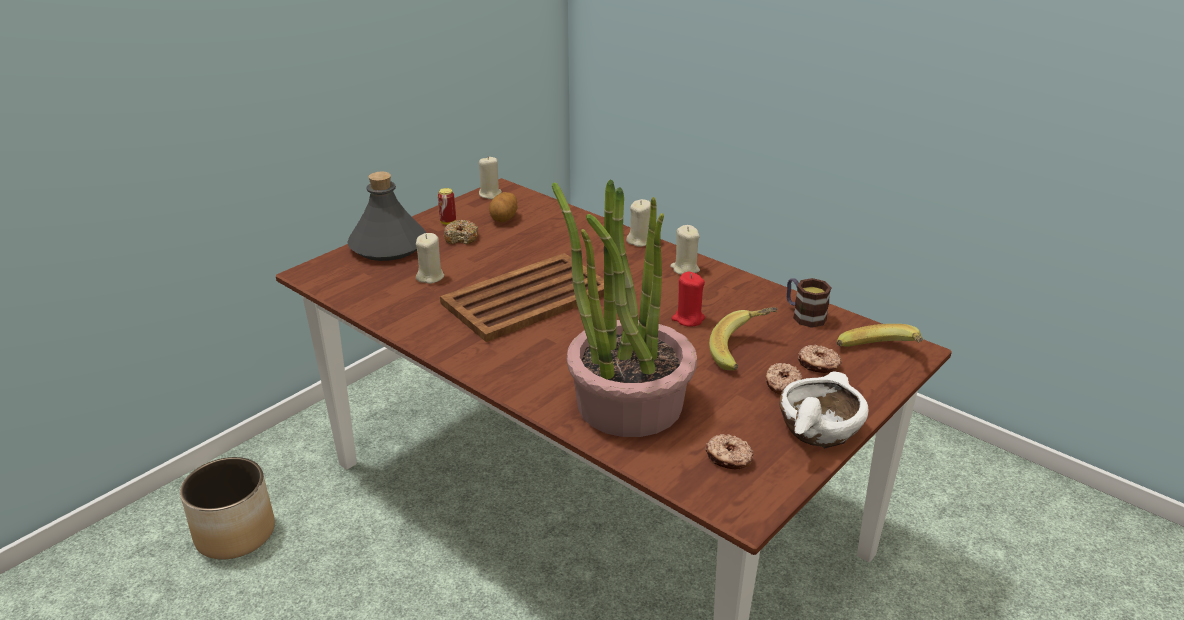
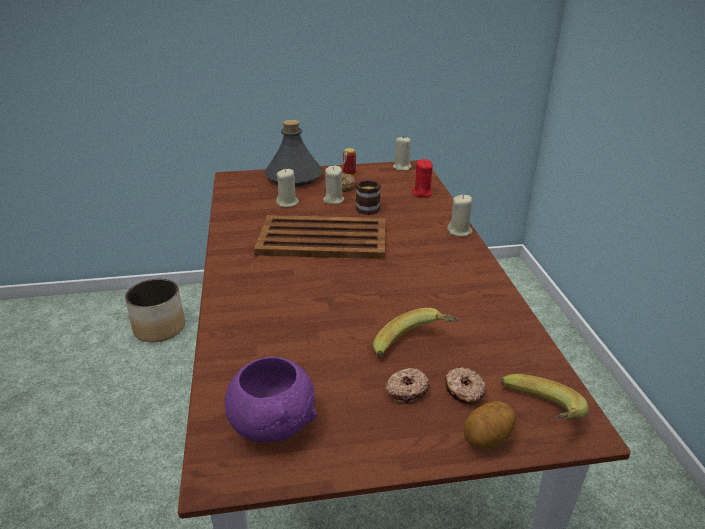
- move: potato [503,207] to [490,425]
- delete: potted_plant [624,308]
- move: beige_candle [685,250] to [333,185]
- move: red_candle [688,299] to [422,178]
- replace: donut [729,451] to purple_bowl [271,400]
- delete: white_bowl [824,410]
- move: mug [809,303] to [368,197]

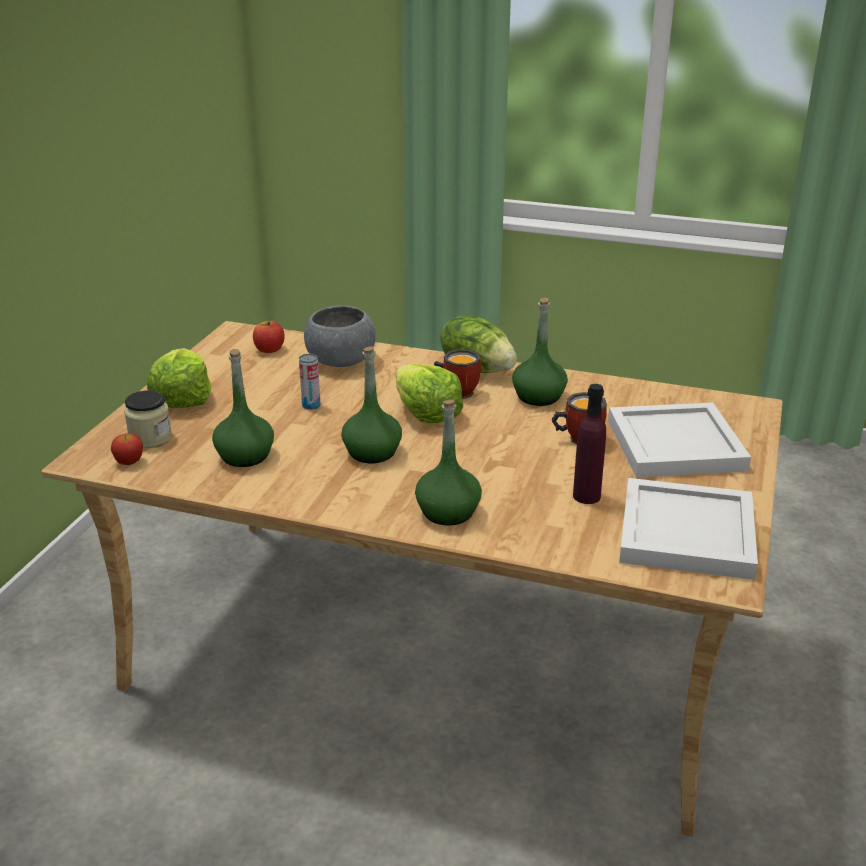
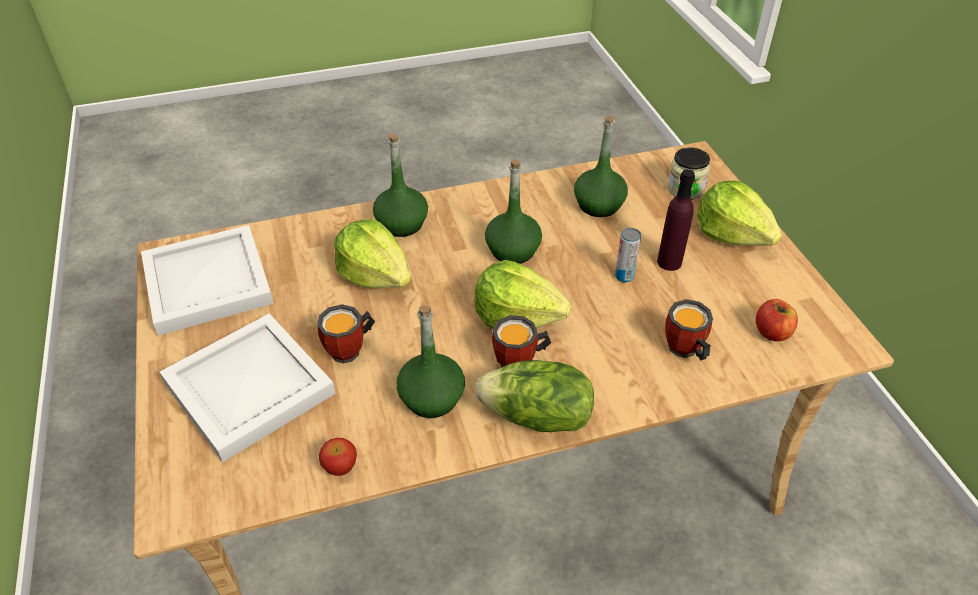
- move: apple [127,449] to [338,457]
- replace: grey_bowl [340,336] to mug [689,330]
- move: purple_bottle [589,444] to [676,220]
- insert: lettuce [372,254]

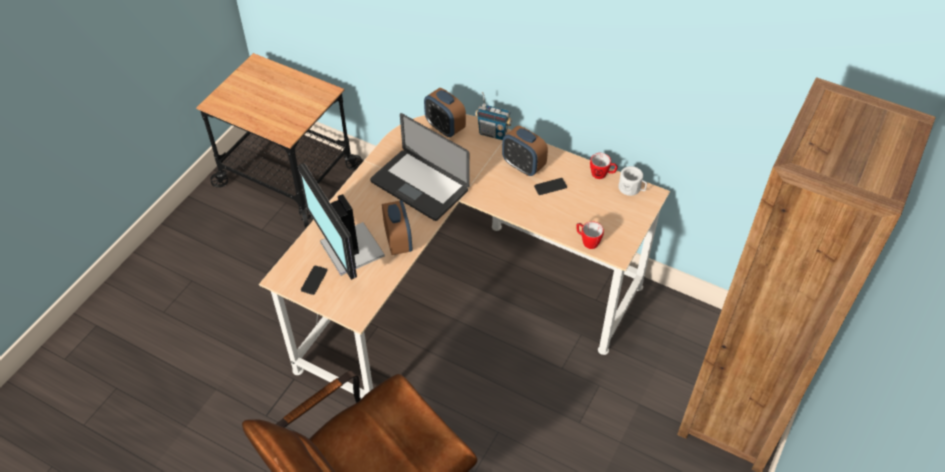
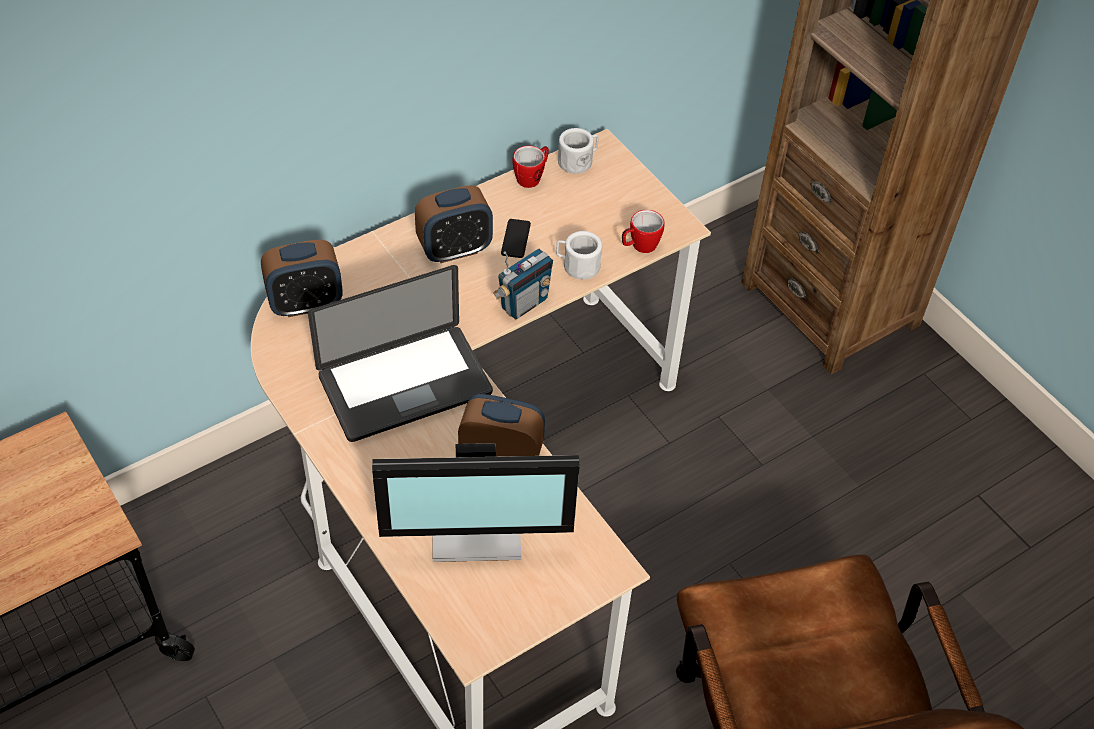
- delete: phone [314,280]
- move: radio [493,116] to [523,284]
- insert: white_mug [579,255]

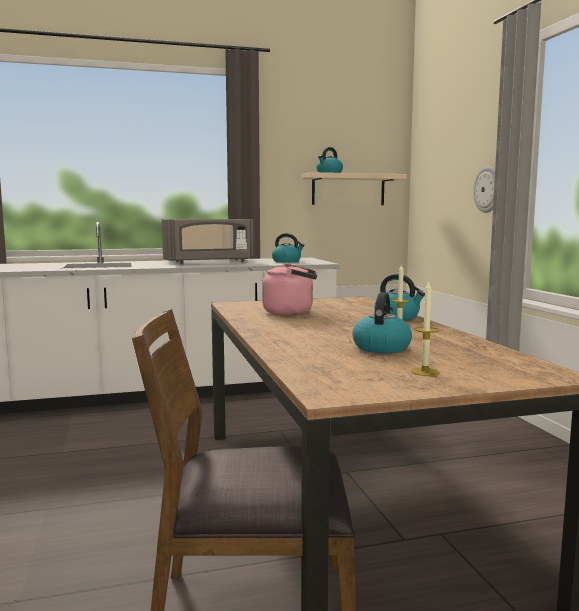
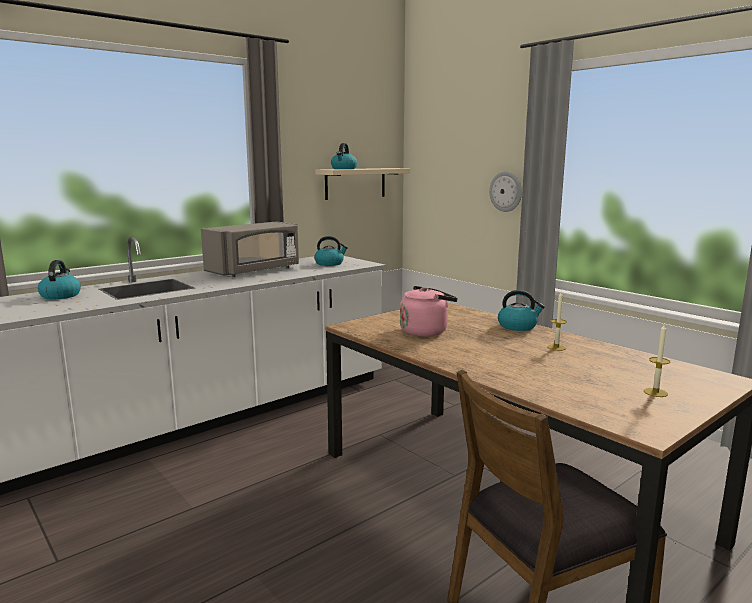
- move: kettle [382,322] to [59,279]

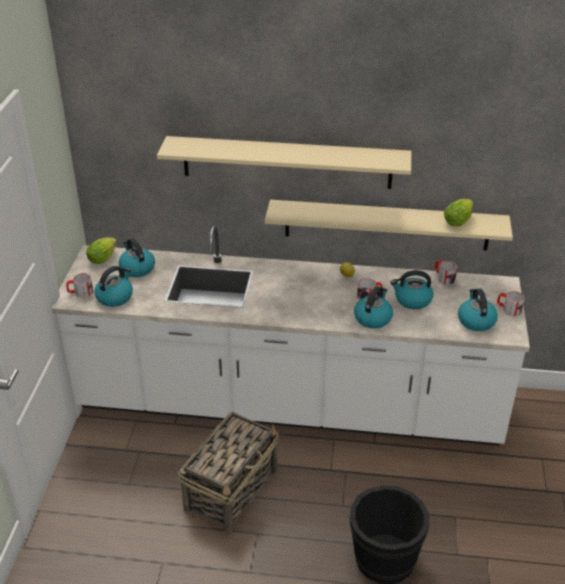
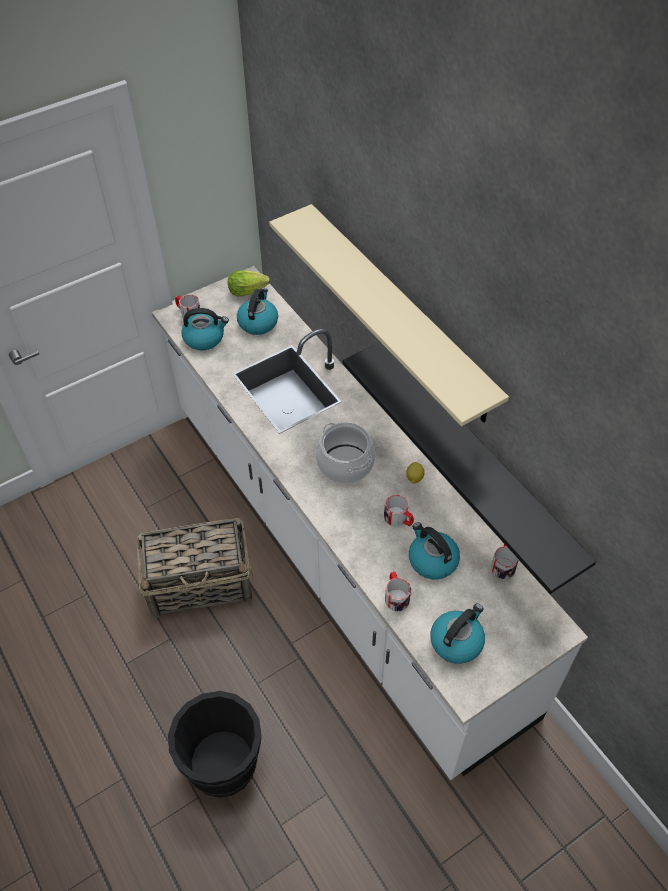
- recolor: beige_shelf [389,225] to black_shelf [469,468]
- delete: kettle [373,307]
- delete: lettuce [458,212]
- move: mug [511,304] to [398,591]
- insert: cooking_pot [345,453]

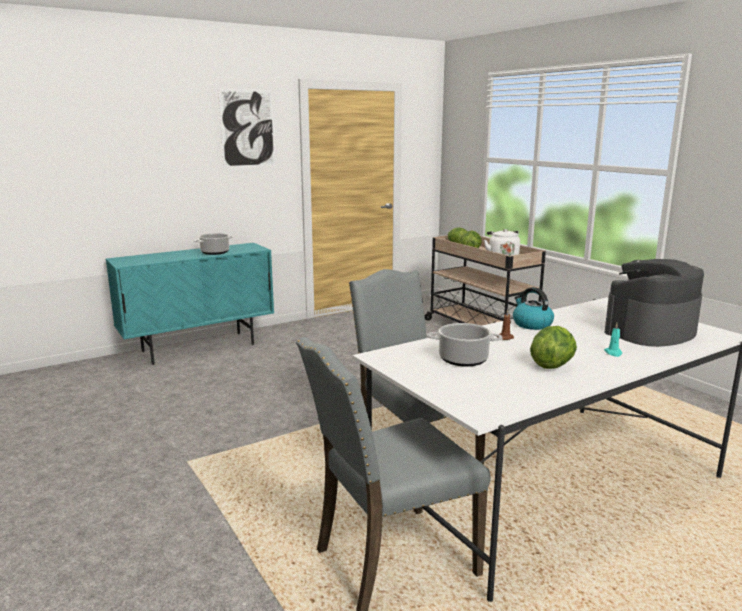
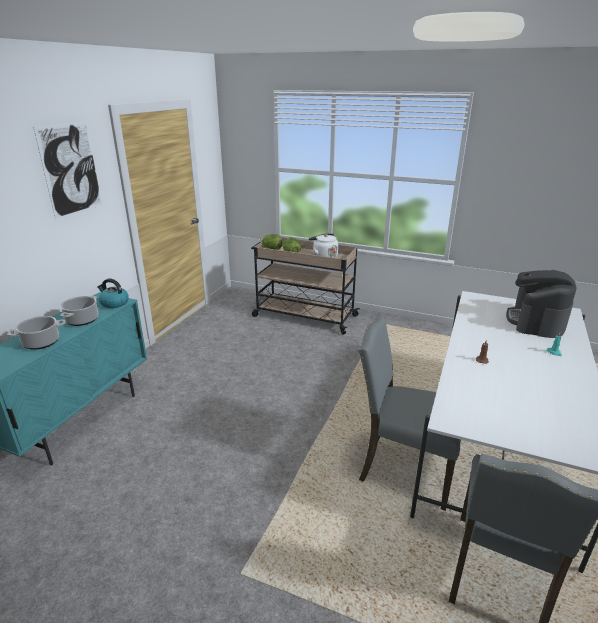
- move: cooking_pot [465,345] to [36,333]
- move: kettle [533,308] to [113,293]
- delete: lettuce [553,347]

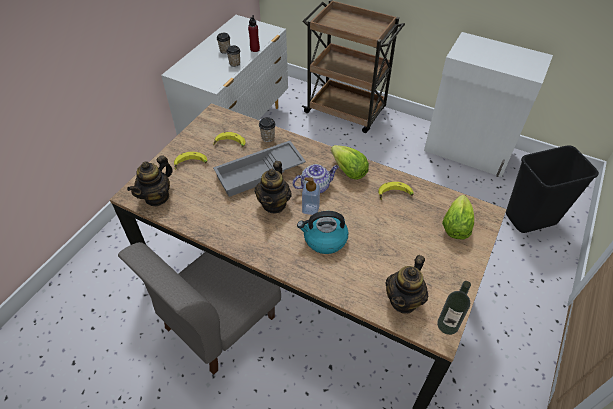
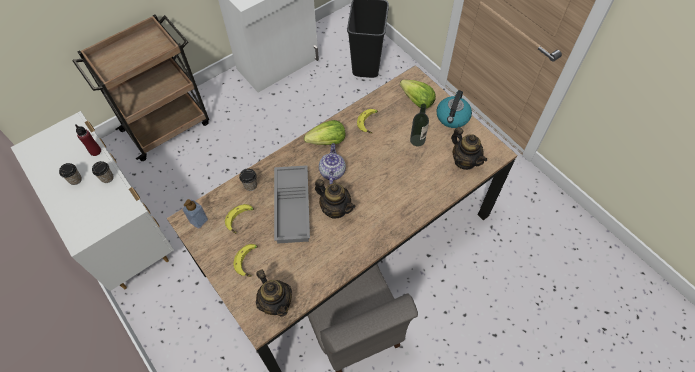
- move: kettle [322,232] to [454,109]
- move: soap_dispenser [311,196] to [195,213]
- move: bottle [454,308] to [419,125]

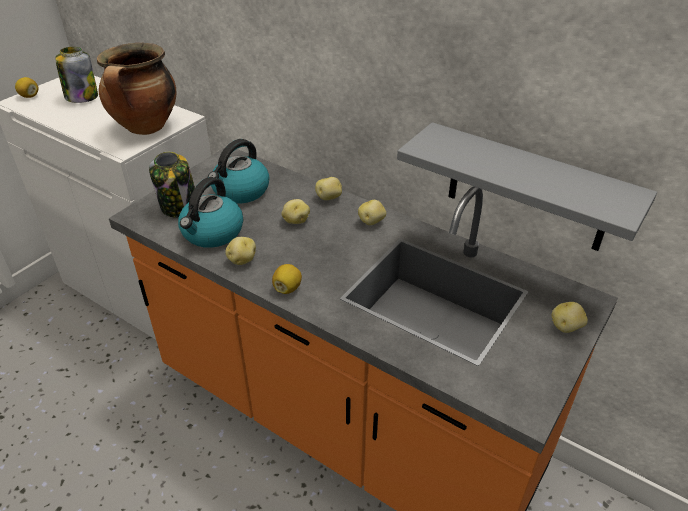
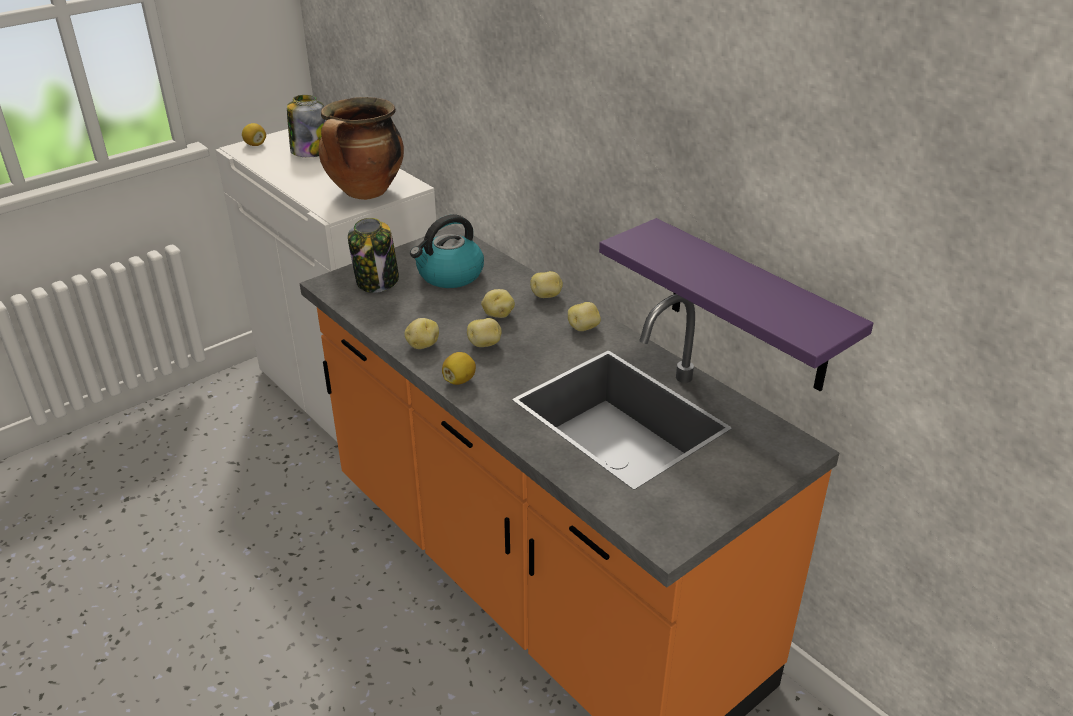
- delete: kettle [210,212]
- recolor: grey_shelf [527,186] to purple_shelf [736,304]
- move: potato [570,317] to [484,332]

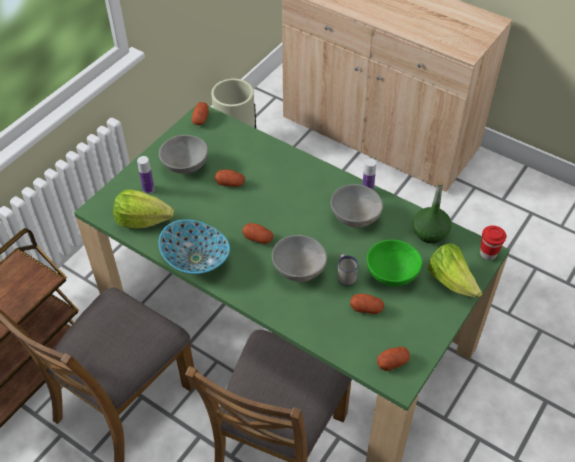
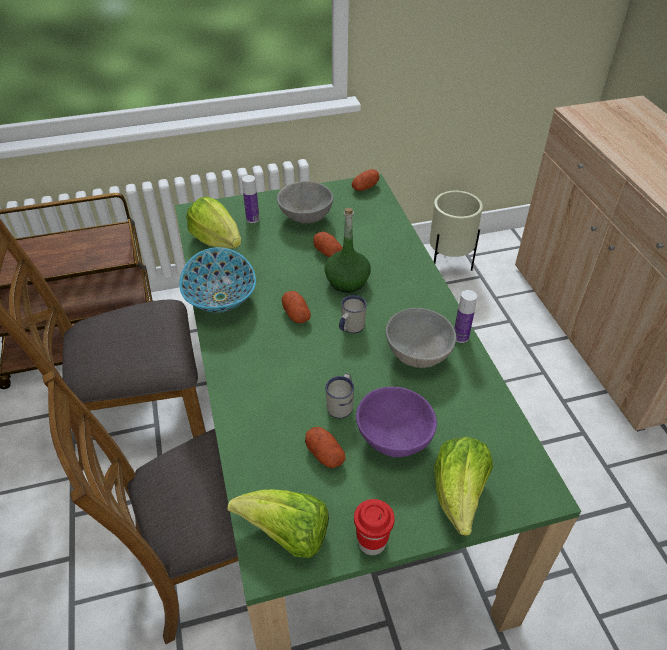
- delete: grey_bowl [299,258]
- recolor: green_bowl [394,263] to purple_bowl [396,422]
- replace: potato [393,359] to lettuce [278,523]
- move: green_bottle [432,212] to [347,250]
- move: red_cup [493,243] to [374,527]
- insert: white_mug [353,314]

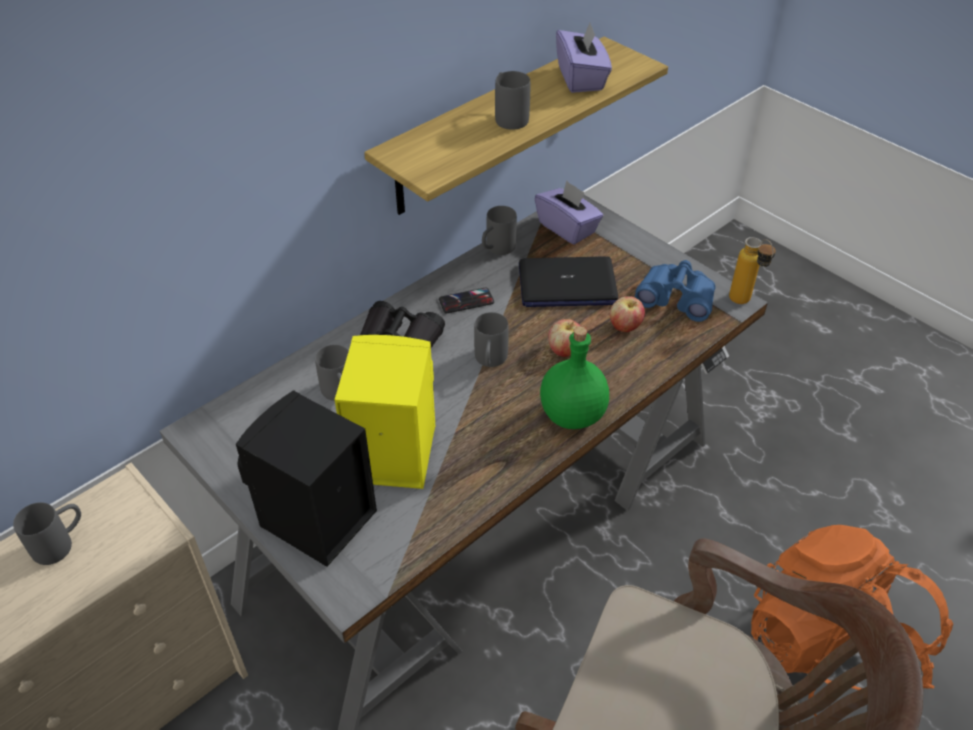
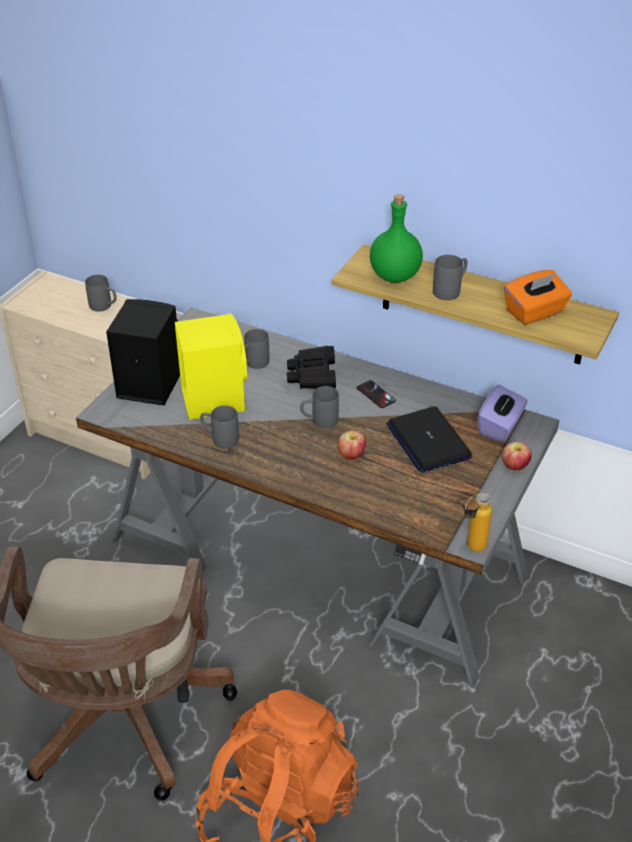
- move: grey_mug [499,230] to [219,427]
- move: green_bottle [574,377] to [396,238]
- recolor: purple_tissue_box [584,57] to orange_tissue_box [538,297]
- move: apple [627,314] to [517,456]
- delete: blue_binoculars [675,291]

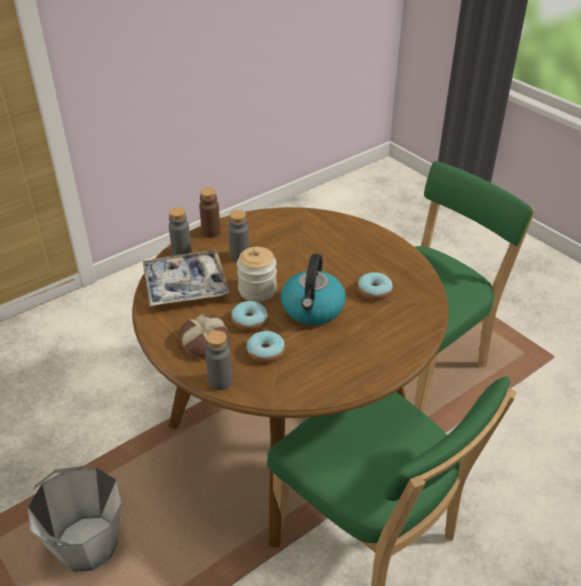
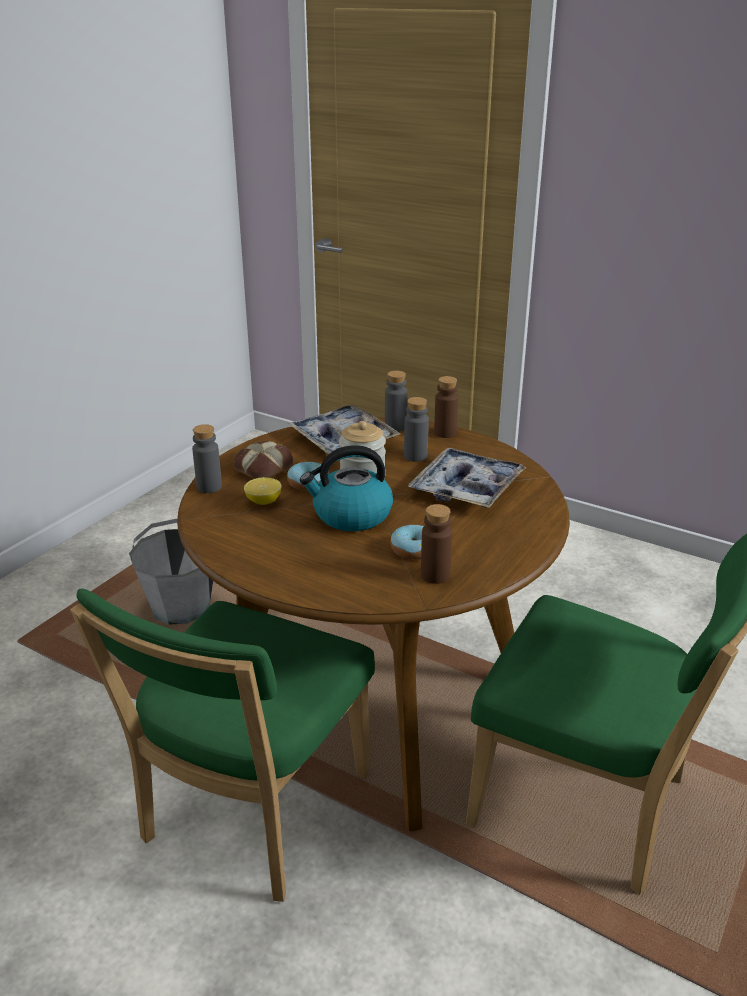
- replace: donut [266,347] to lemon [262,491]
- insert: tray [467,478]
- insert: brown_bottle [436,544]

